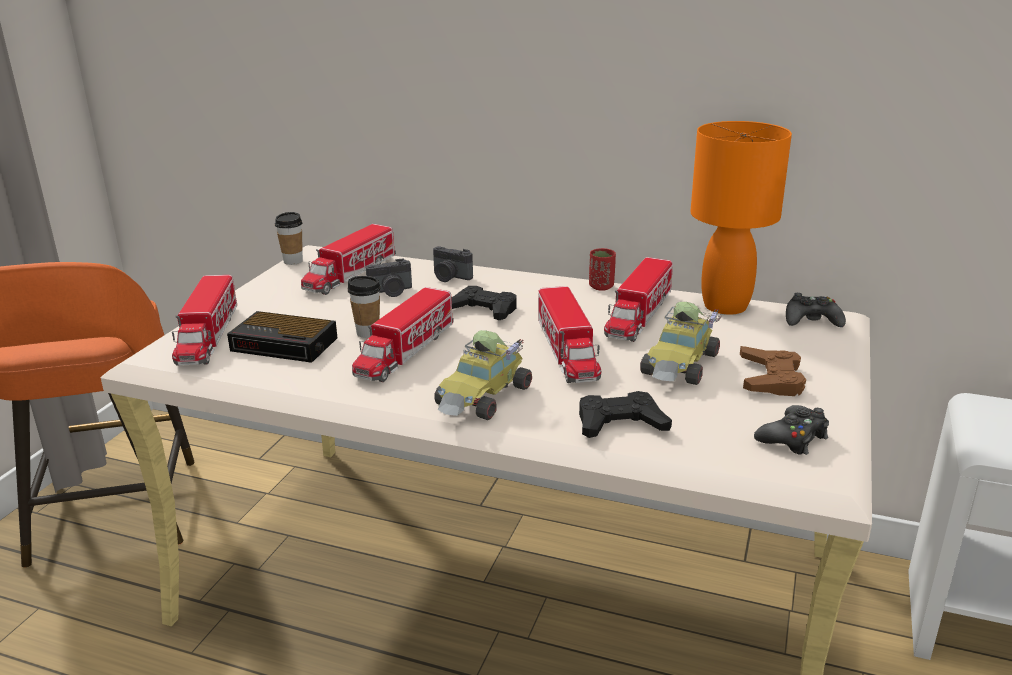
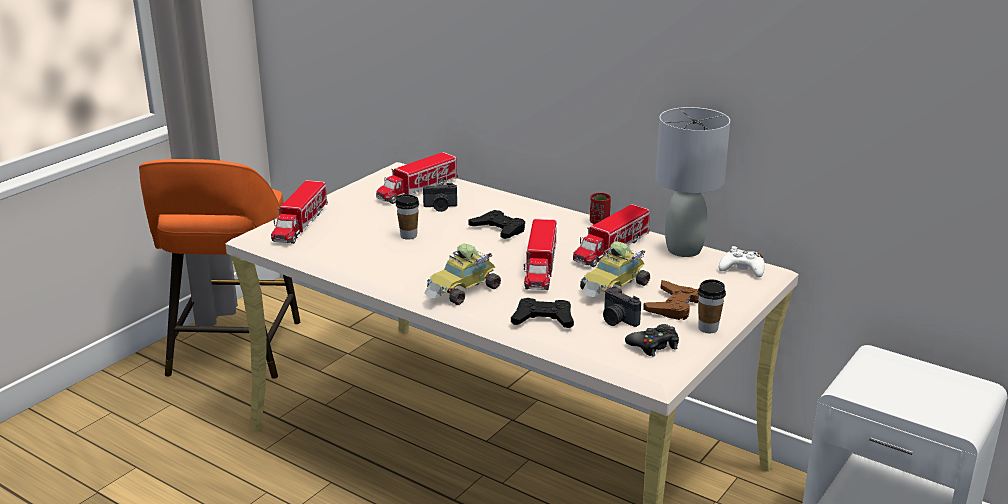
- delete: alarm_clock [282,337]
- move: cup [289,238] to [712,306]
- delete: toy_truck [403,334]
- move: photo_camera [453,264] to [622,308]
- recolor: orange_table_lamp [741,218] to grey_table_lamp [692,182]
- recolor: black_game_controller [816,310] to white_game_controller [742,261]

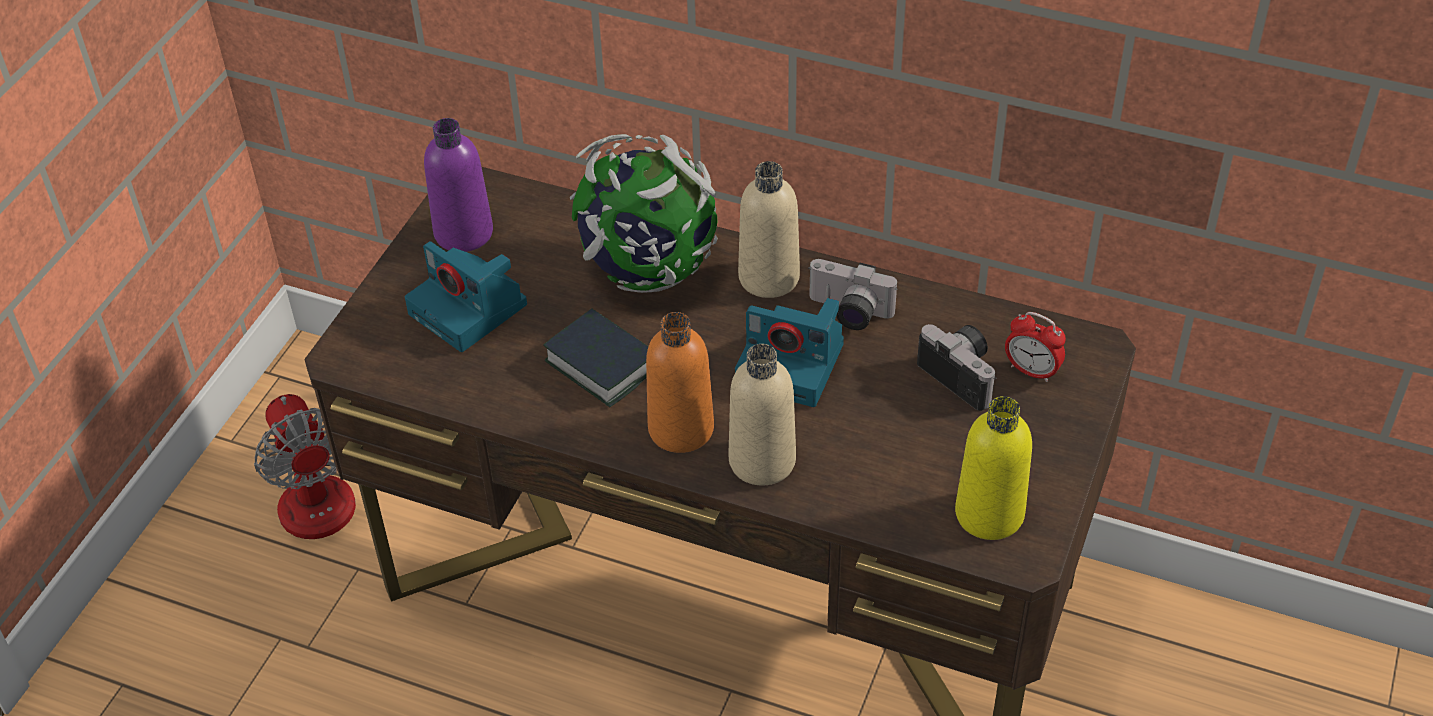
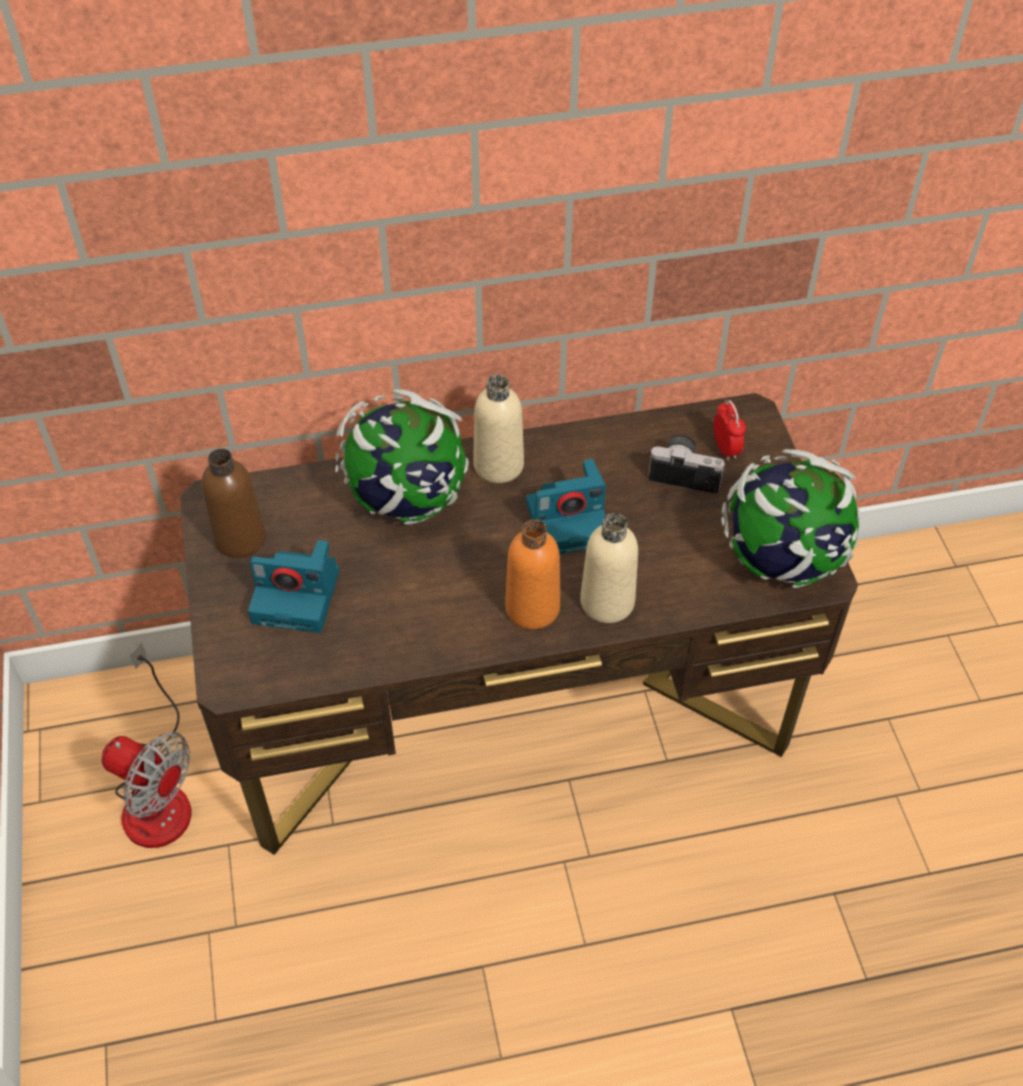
- recolor: purple_bottle [458,185] to brown_bottle [233,503]
- delete: book [595,357]
- delete: photo_camera [852,294]
- replace: yellow_bottle [993,468] to globe [791,518]
- rotate: alarm_clock [1035,347] = [730,430] 105 degrees counterclockwise

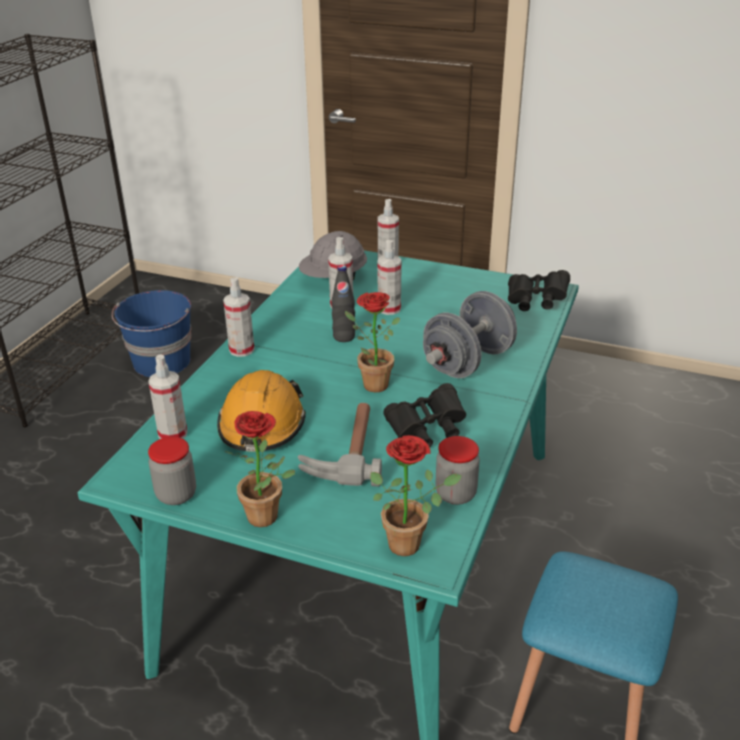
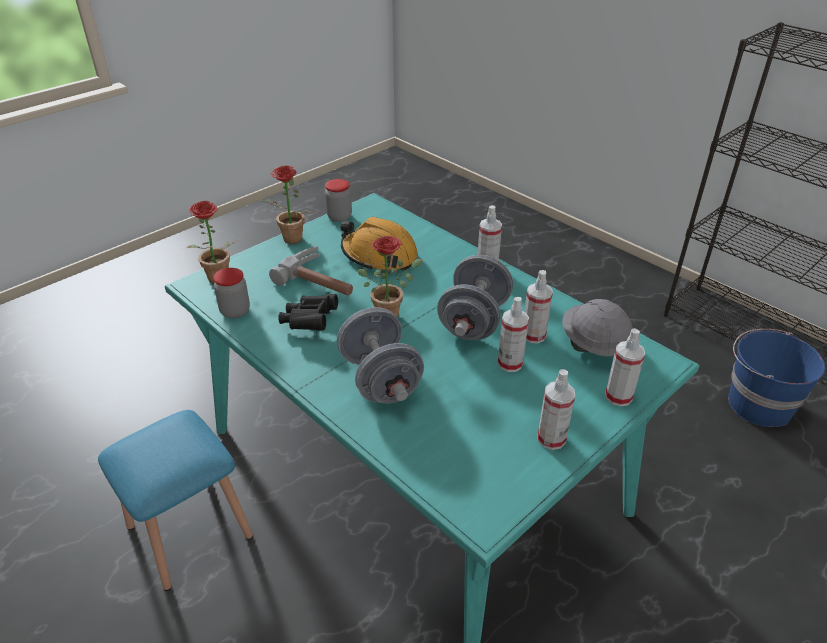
- move: spray_bottle [167,397] to [556,409]
- replace: black_bottle [343,303] to grey_dumbbell [475,297]
- delete: black_binoculars [539,290]

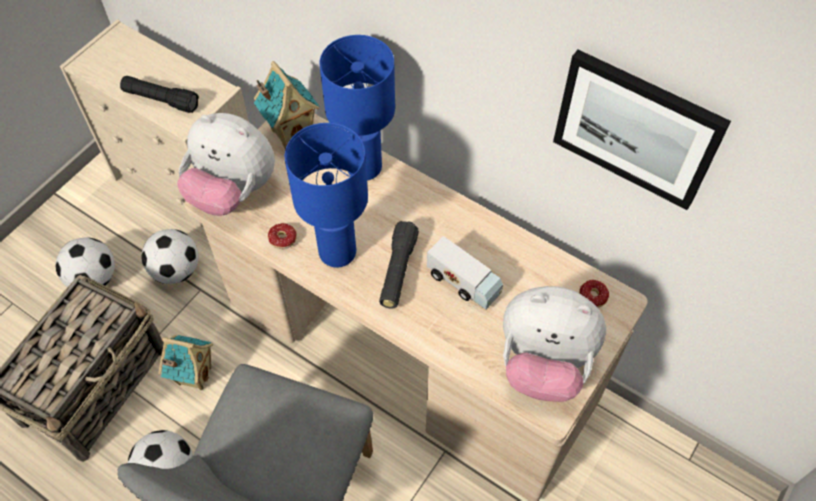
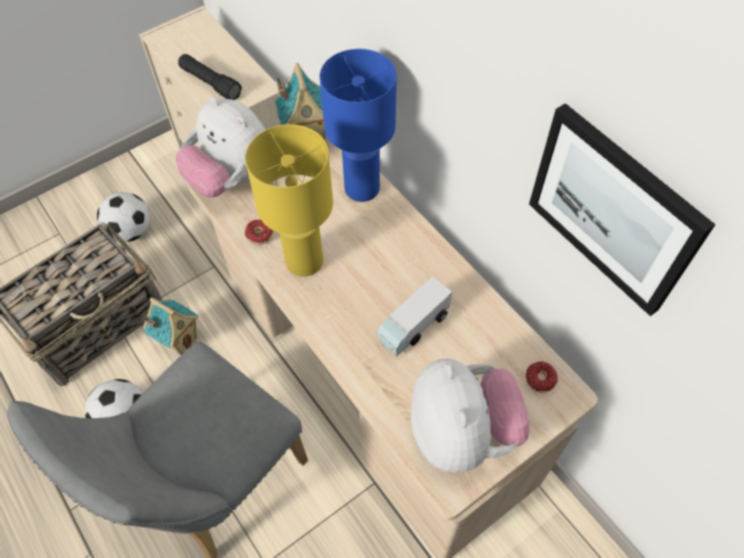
- delete: football [170,256]
- recolor: blue_table_lamp [326,195] to yellow_table_lamp [289,200]
- delete: black_flashlight [399,265]
- rotate: toy_truck [465,272] = [415,317] 75 degrees clockwise
- rotate: plush_toy [554,344] = [470,416] 135 degrees counterclockwise

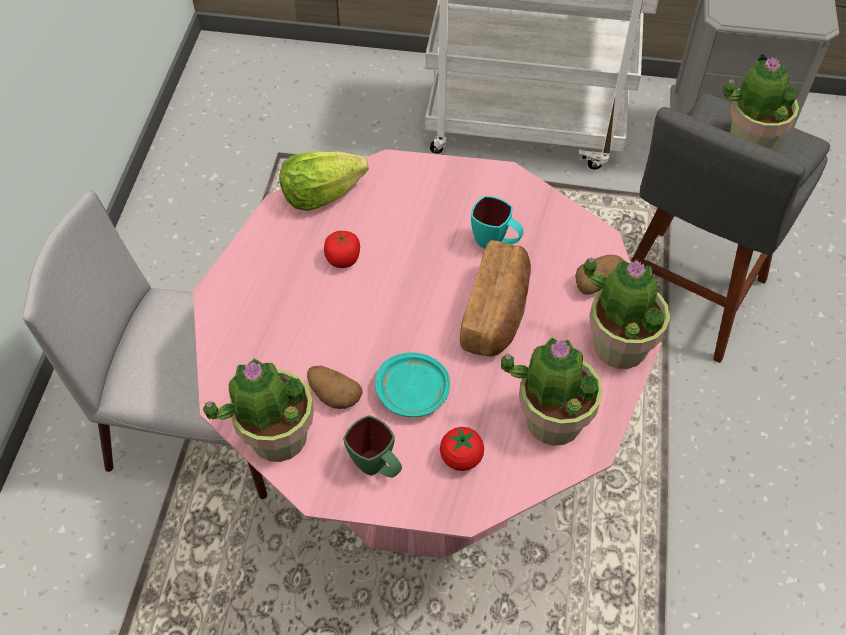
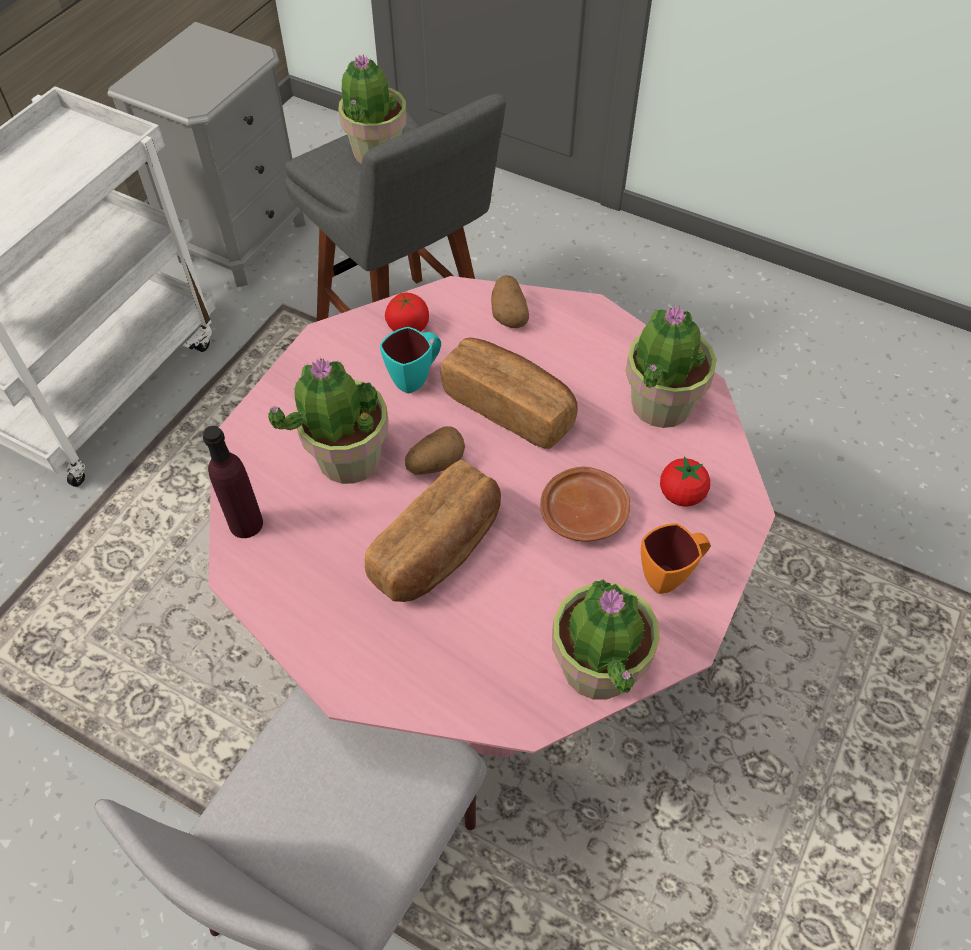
- replace: lettuce [324,181] to purple_bottle [233,482]
- move: potato [335,387] to [435,450]
- move: tomato [342,249] to [407,312]
- recolor: green_mug [372,446] to orange_mug [676,558]
- recolor: turquoise_plate [412,384] to brown_plate [585,504]
- move: potted_plant [626,313] to [328,420]
- insert: bread [433,531]

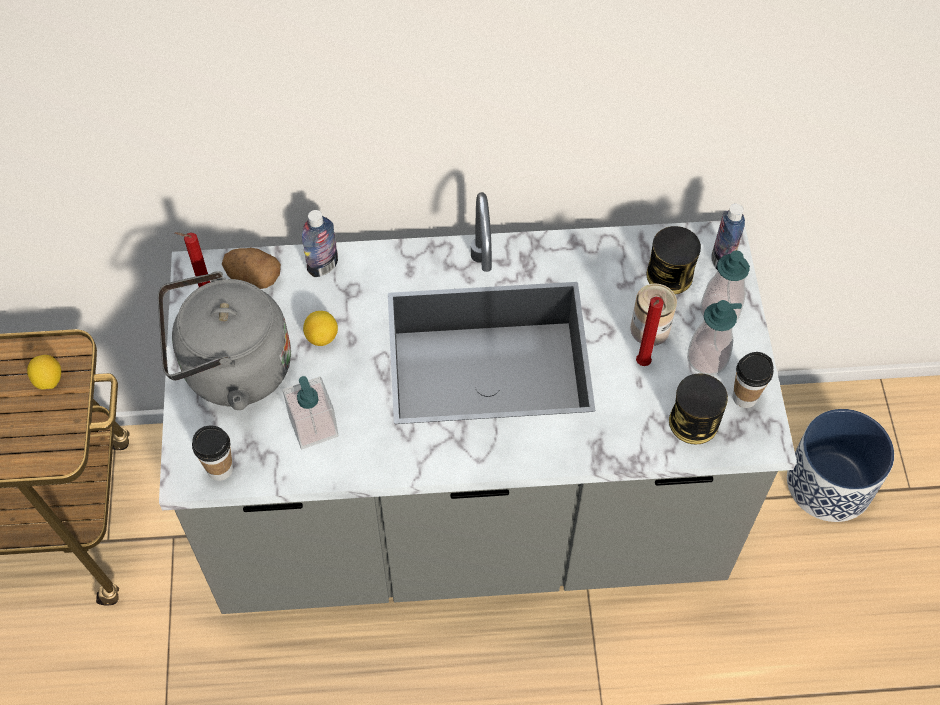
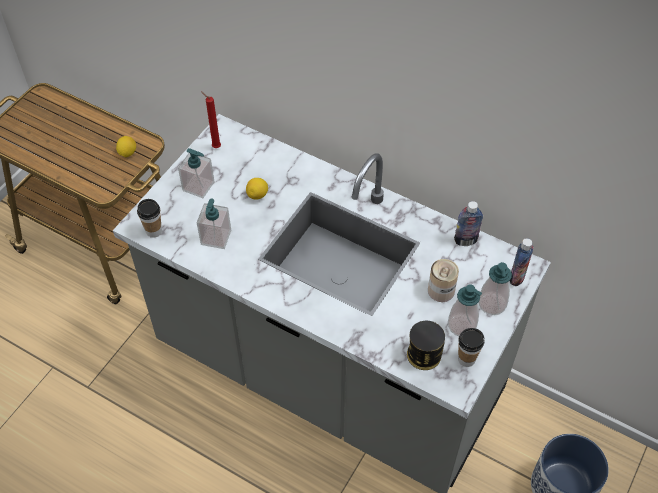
- replace: grey_kettle [224,340] to soap_dispenser [196,173]
- delete: potato [251,268]
- move: bottle [320,243] to [468,223]
- delete: red_candle [650,331]
- delete: can [673,260]

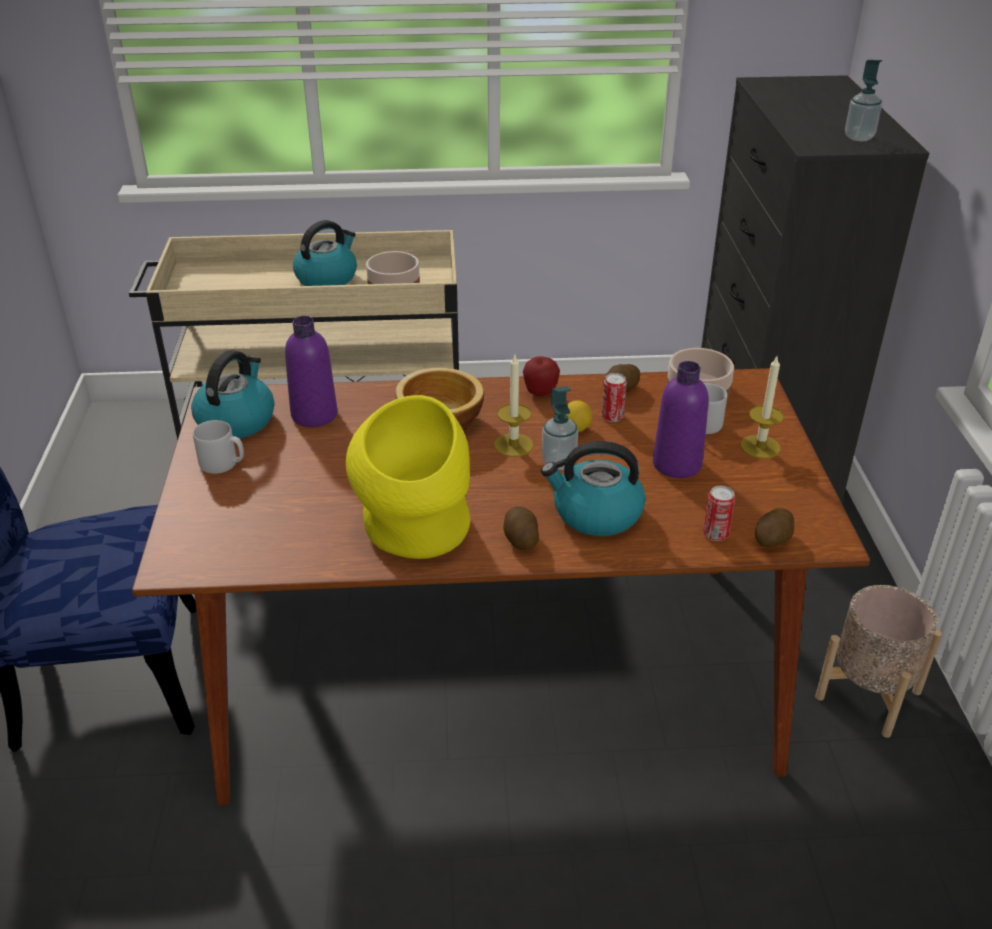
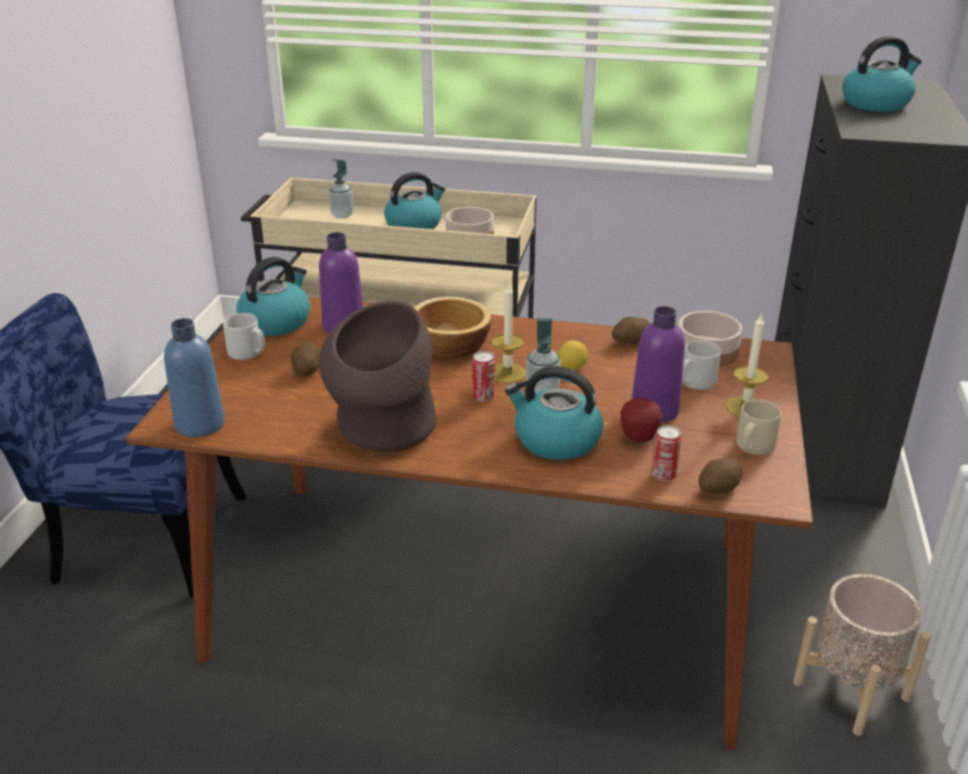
- recolor: yellow_vase [408,477] to brown_vase [377,376]
- move: potato [521,528] to [305,359]
- move: apple [541,376] to [641,420]
- move: can [614,397] to [483,376]
- move: soap_dispenser [863,100] to [341,189]
- insert: blue_bottle [194,377]
- insert: beige_mug [758,427]
- insert: kettle [882,74]

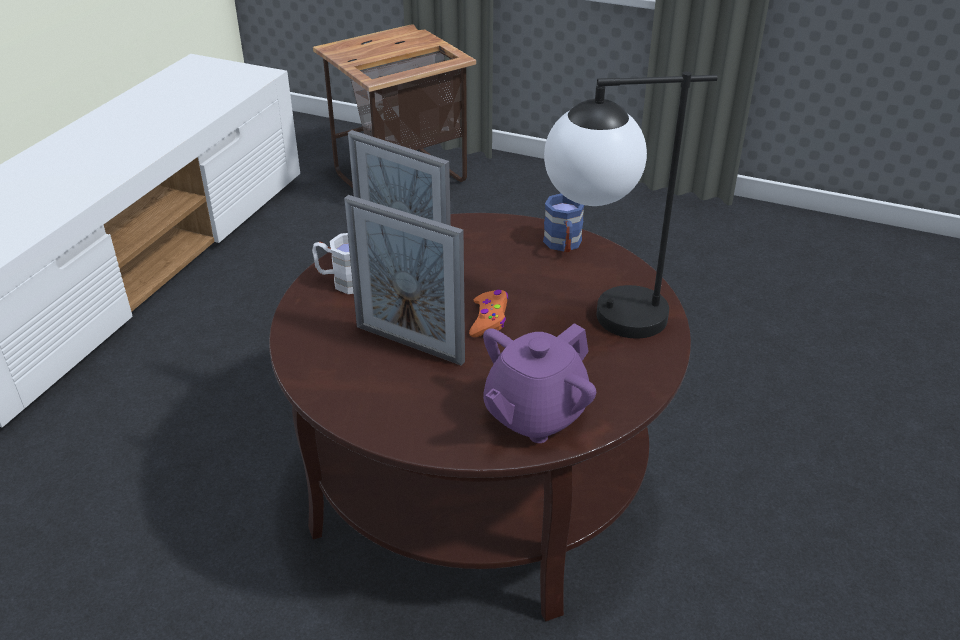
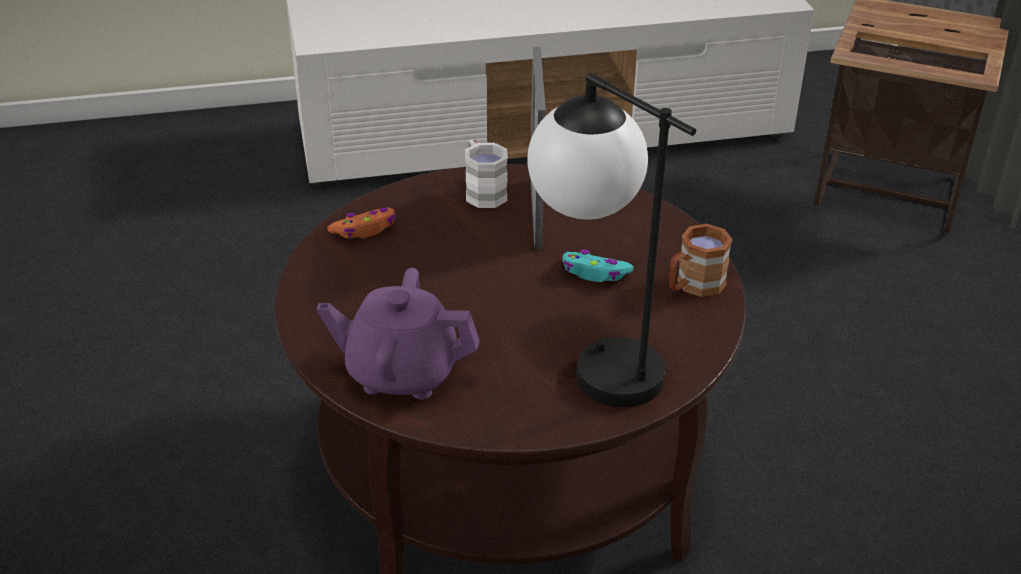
- delete: picture_frame [404,280]
- move: orange_game_controller [488,313] to [361,222]
- recolor: blue_mug [563,222] to brown_mug [701,260]
- insert: turquoise_game_controller [598,265]

